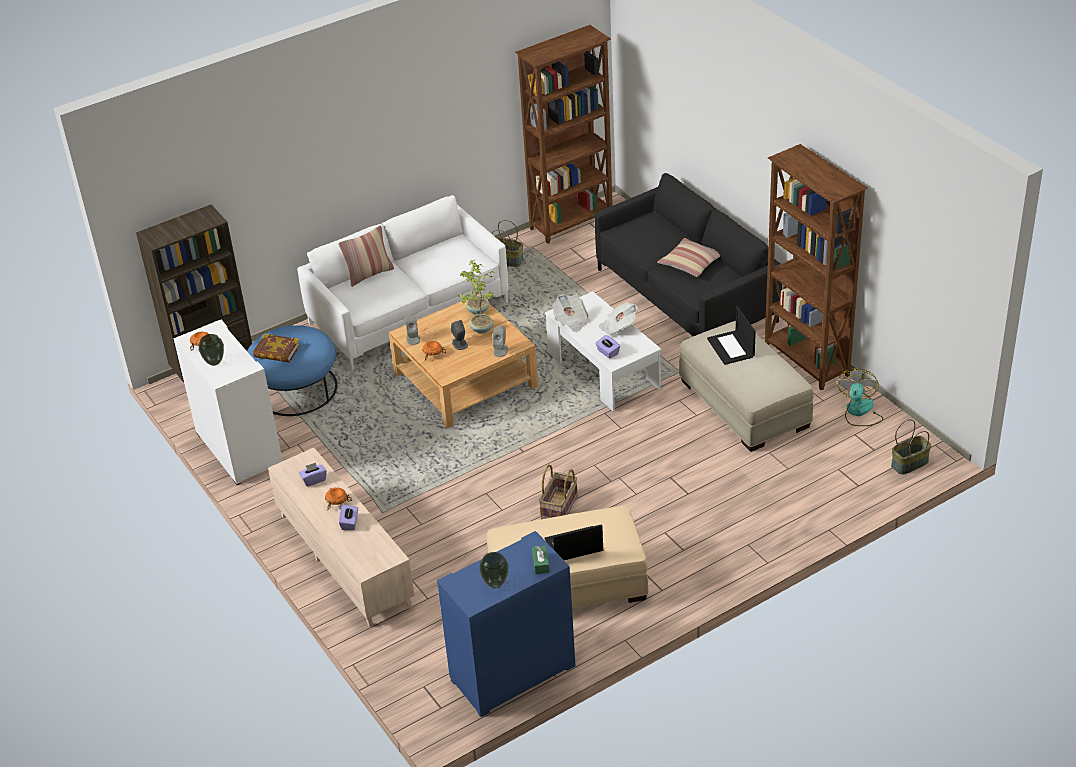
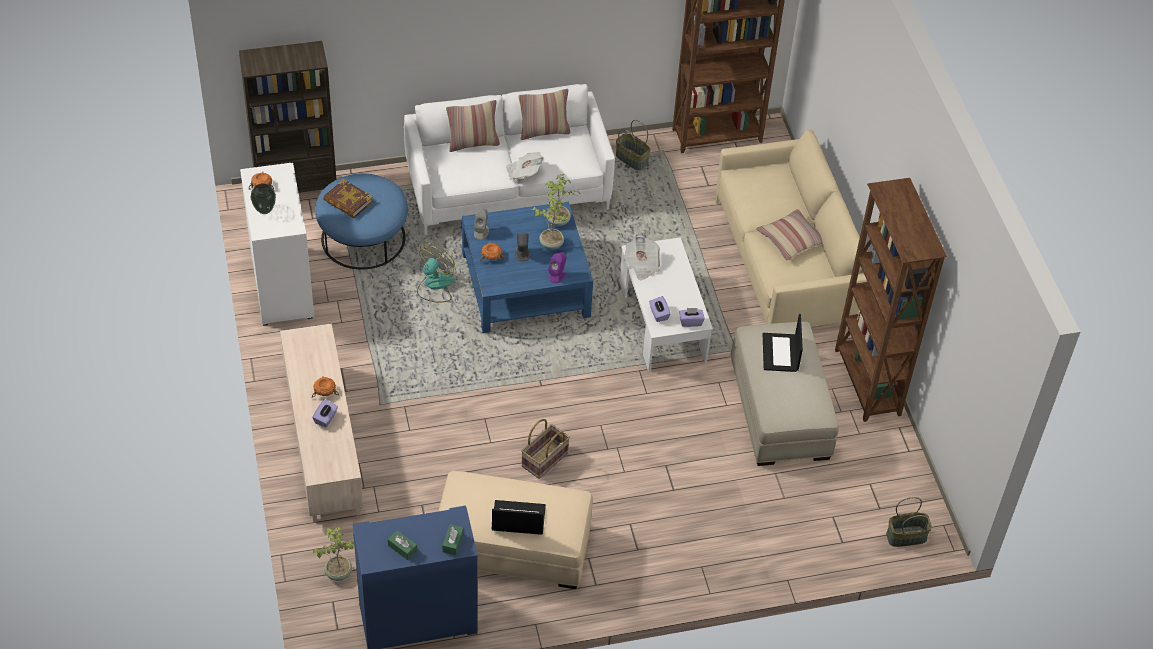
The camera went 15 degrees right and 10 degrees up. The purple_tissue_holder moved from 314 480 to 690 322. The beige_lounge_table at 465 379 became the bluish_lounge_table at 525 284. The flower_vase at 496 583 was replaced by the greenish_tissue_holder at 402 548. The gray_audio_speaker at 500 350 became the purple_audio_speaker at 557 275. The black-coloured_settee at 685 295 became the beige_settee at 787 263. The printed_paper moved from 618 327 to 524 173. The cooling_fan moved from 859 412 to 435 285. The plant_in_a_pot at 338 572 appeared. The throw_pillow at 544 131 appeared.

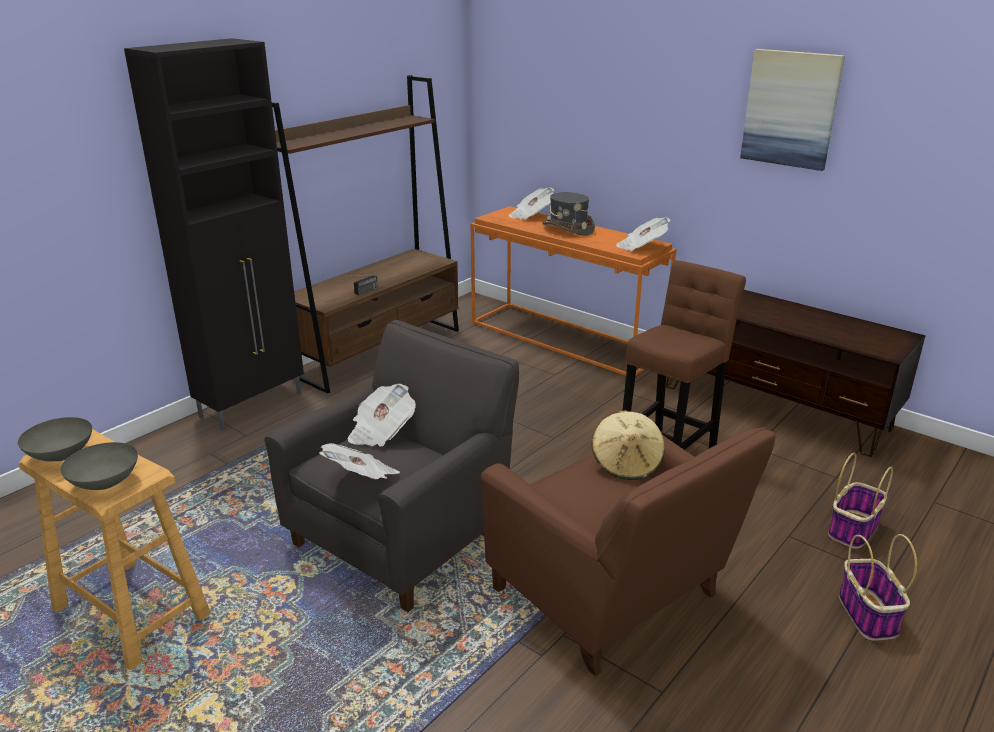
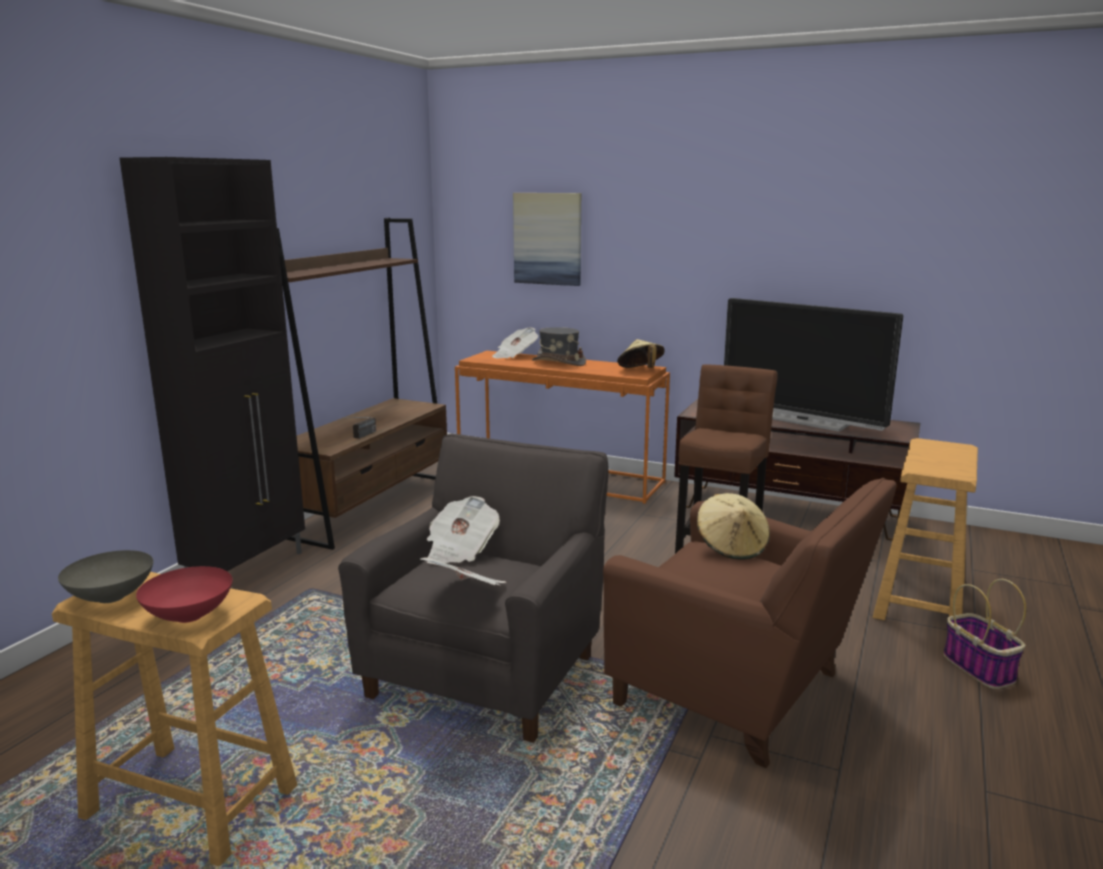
The camera went 15 degrees left and 10 degrees down. The gray_serving_bowl at 104 483 became the red-coloured_serving_bowl at 188 616. The printed_paper at 641 247 was replaced by the beige_clothing_hat at 640 371. The picture moved from 791 109 to 548 238. The household_basket at 853 529 was replaced by the beige_stool_seat at 920 600. The TV at 801 420 appeared.

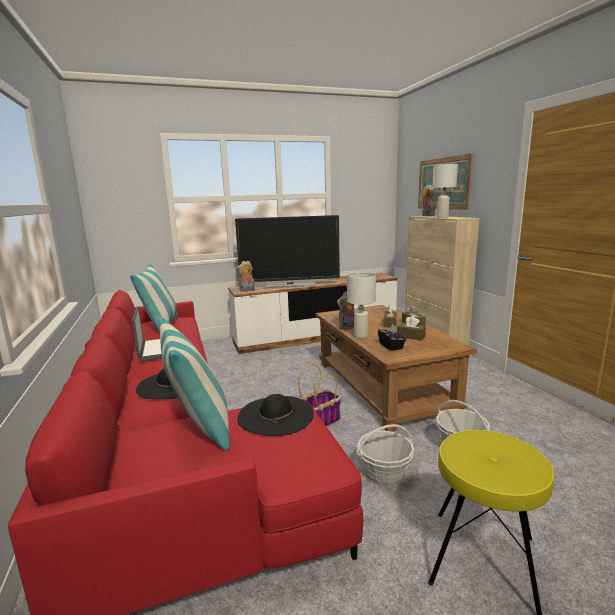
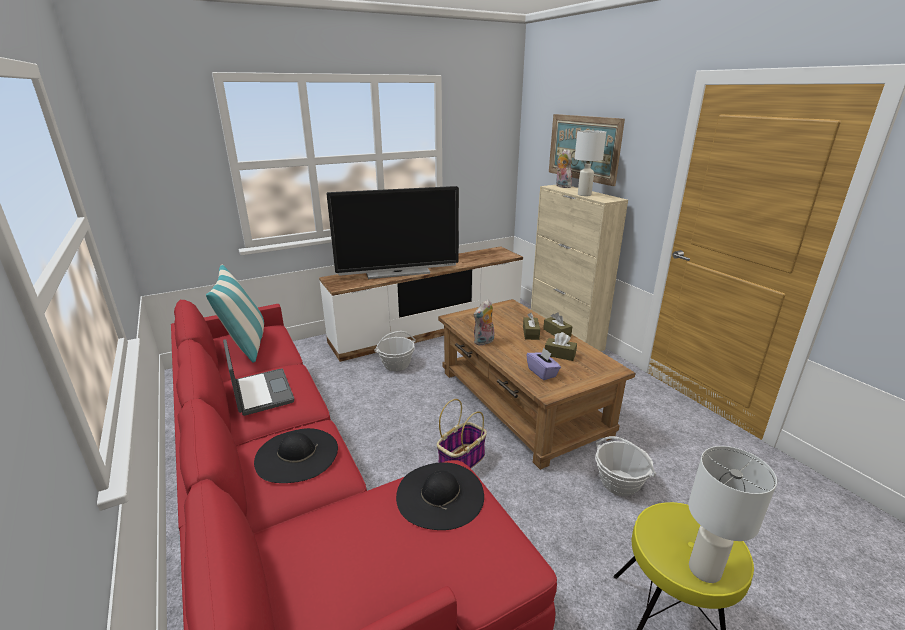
The camera went 10 degrees left and 10 degrees up. The throw_pillow at 199 427 disappeared. The cuddly_toy at 246 290 disappeared. The whitish_table_lamp moved from 360 335 to 703 569. The household_basket moved from 384 473 to 396 364. The black-coloured_tissue_holder at 391 346 became the purple_tissue_holder at 542 372.

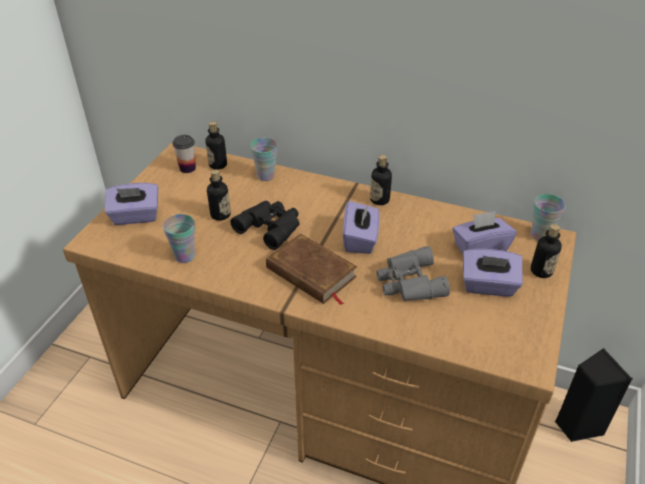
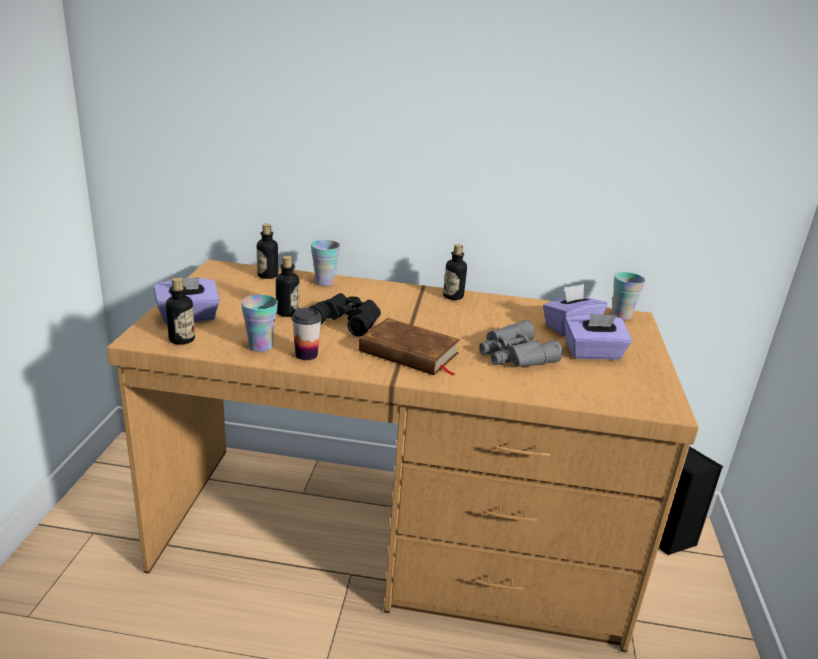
The camera went 15 degrees left and 15 degrees down. The small_cup moved from 187 168 to 306 354. The purple_tissue_holder at 360 239 disappeared. The bottle moved from 541 271 to 182 339.

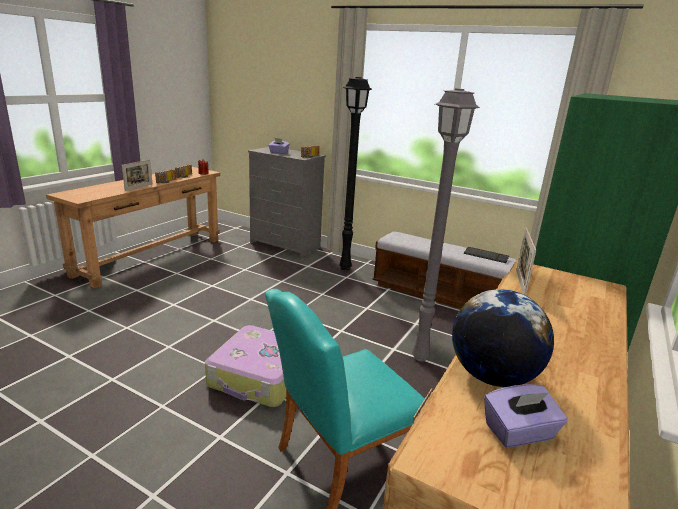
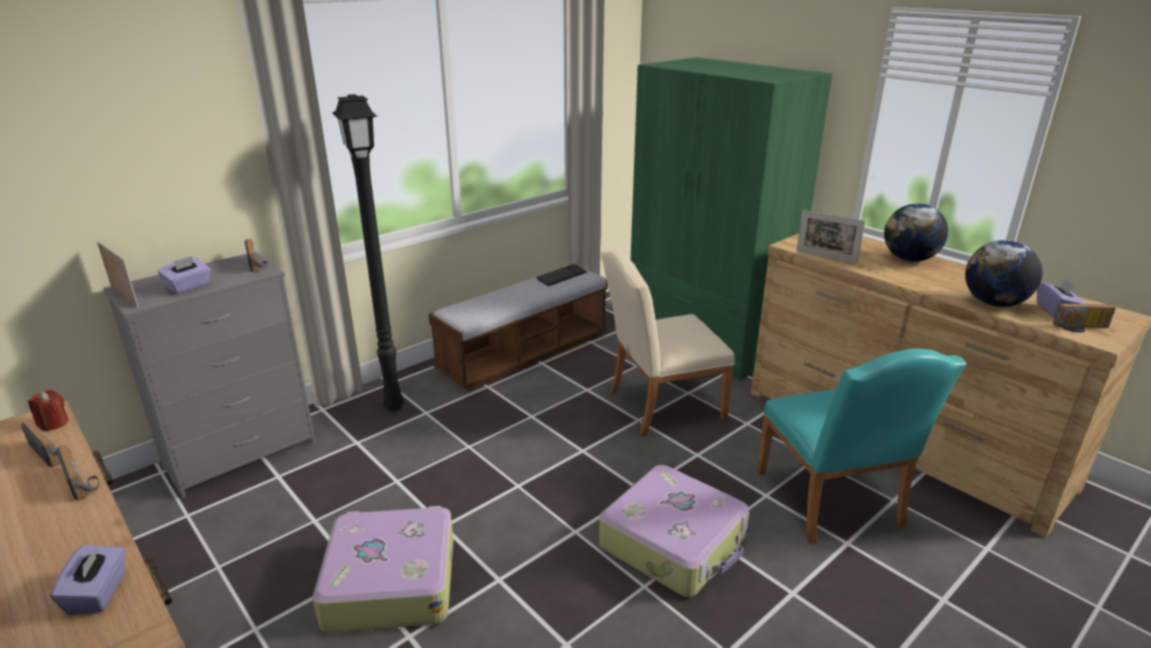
The camera went 70 degrees left and 5 degrees up. The standing_frame moved from 139 187 to 124 297. The gray_floor_lamp at 420 356 was replaced by the beige_plain_chair at 658 406. The purple_tissue_holder at 99 593 appeared. The piece_of_luggage at 390 581 appeared. The desk_globe at 909 259 appeared. The radio_set at 1081 328 appeared.

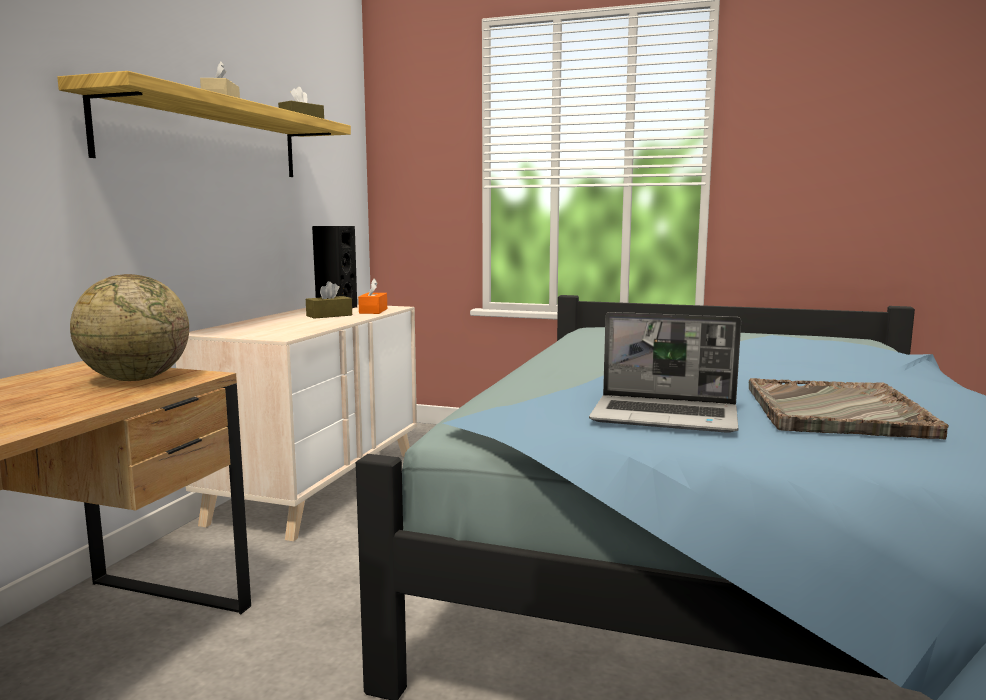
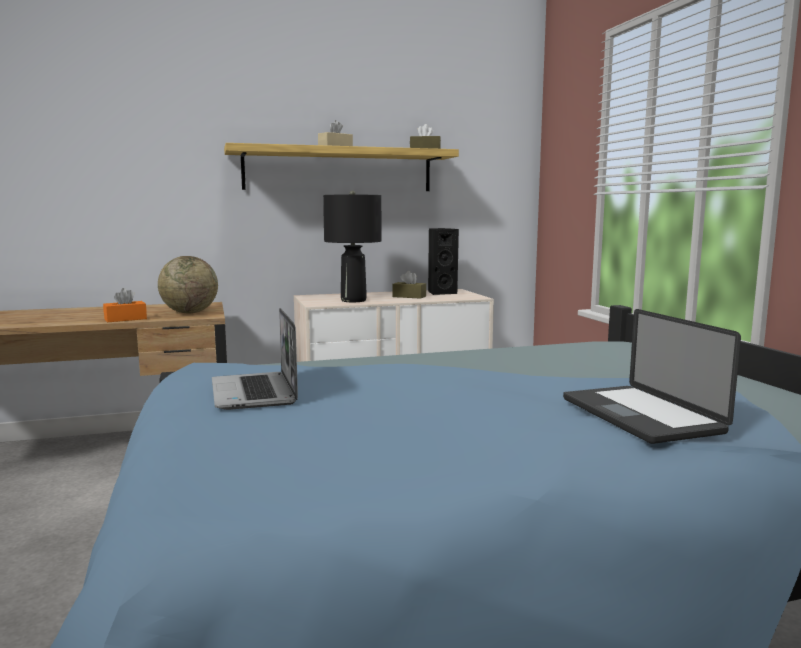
The camera went 55 degrees right and 0 degrees up. The orange-coloured_tissue_holder moved from 373 311 to 125 319. The gray_tray at 834 411 disappeared. The black-coloured_table_lamp at 353 300 appeared. The portable_computer at 639 415 appeared.

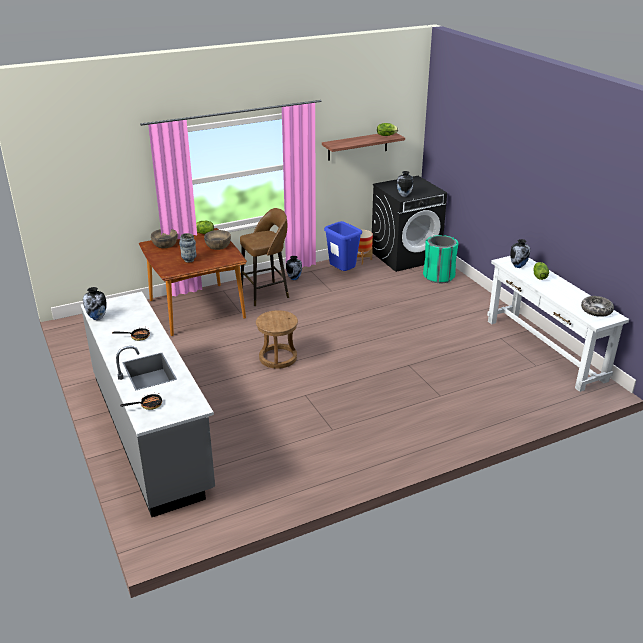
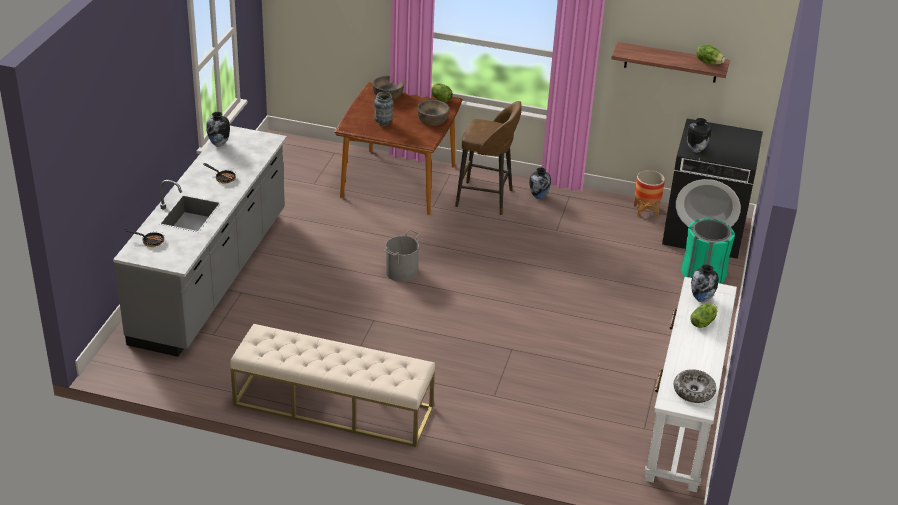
The camera went 40 degrees right and 5 degrees up. The brown_stool_seat at 278 358 was replaced by the gray_water_bucket at 401 271. The bluish_rubbish_bin at 342 273 disappeared. The beige_bench at 333 406 appeared.

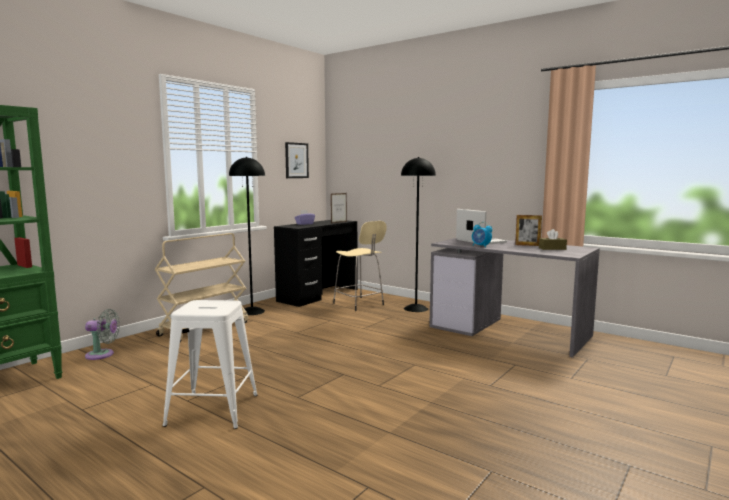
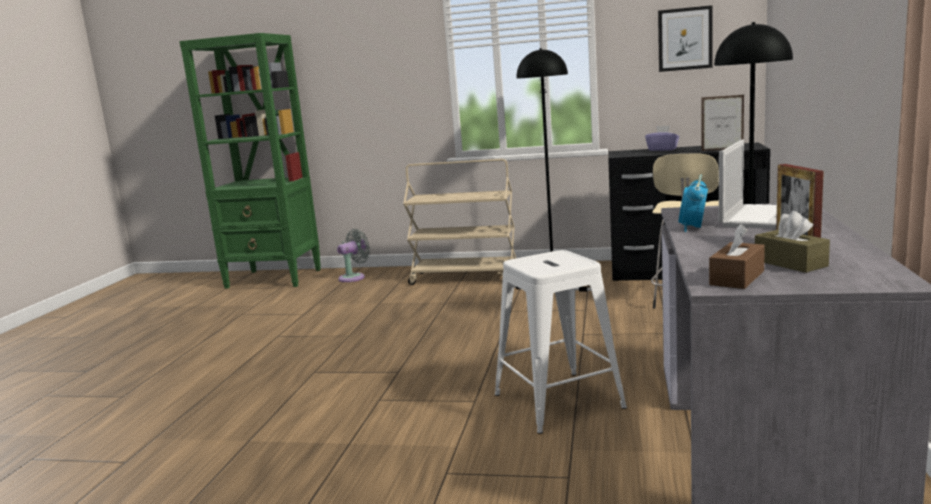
The camera went 65 degrees right and 5 degrees up. The gray_cooling_fan at 102 355 turned 105 degrees counterclockwise. The whitish_stool_seat moved from 213 409 to 559 401. The brown_tissue_holder at 737 278 appeared.

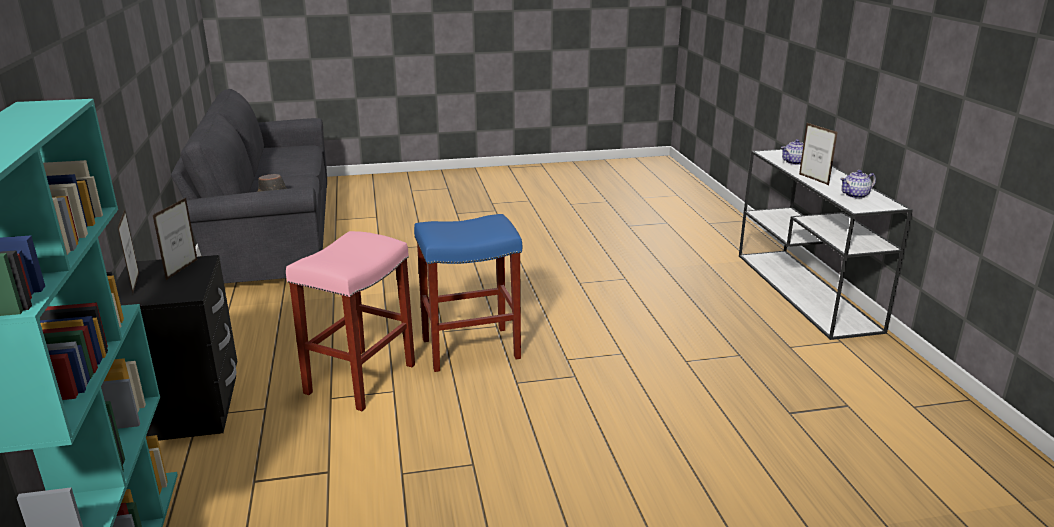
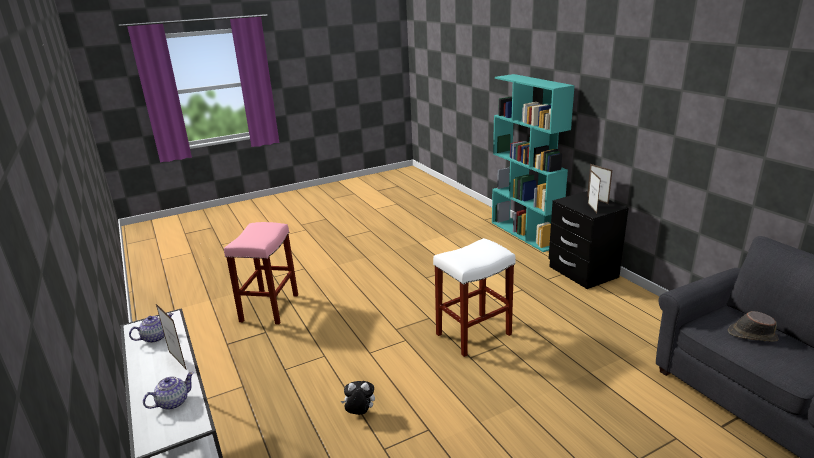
The camera went 165 degrees right and 0 degrees up. The pink_stool_seat moved from 360 380 to 269 307. The bluish_stool_seat at 472 348 became the whitish_stool_seat at 473 335. The cuddly_toy at 359 413 appeared.

